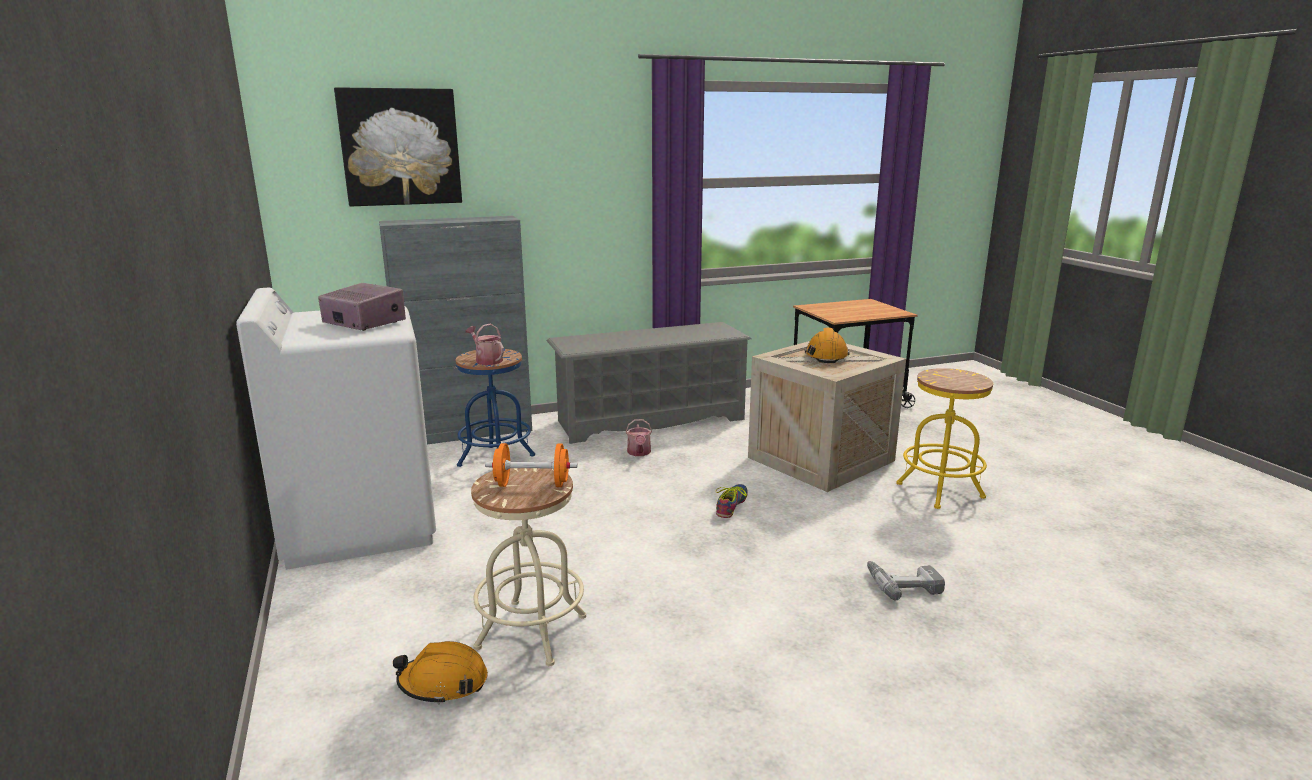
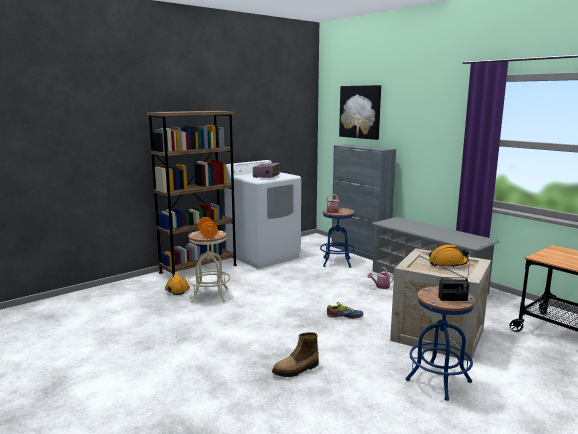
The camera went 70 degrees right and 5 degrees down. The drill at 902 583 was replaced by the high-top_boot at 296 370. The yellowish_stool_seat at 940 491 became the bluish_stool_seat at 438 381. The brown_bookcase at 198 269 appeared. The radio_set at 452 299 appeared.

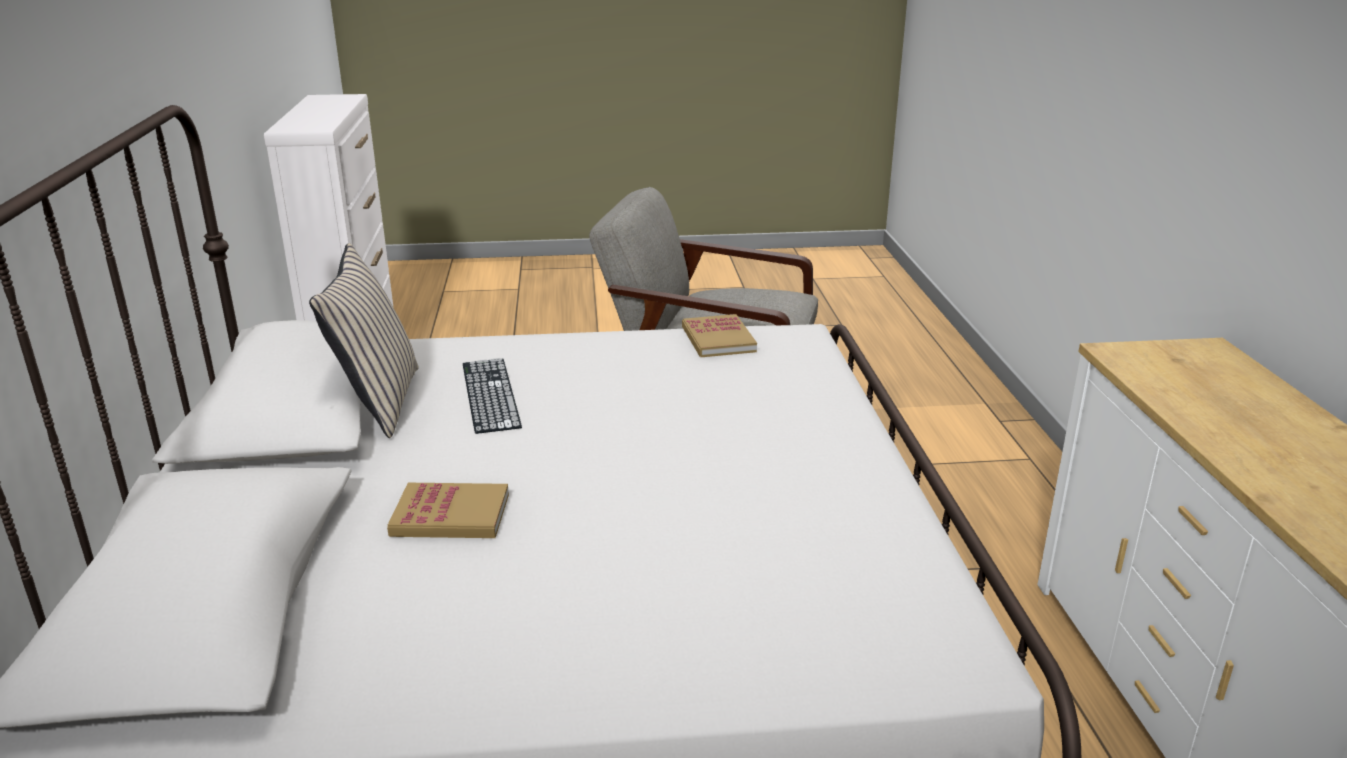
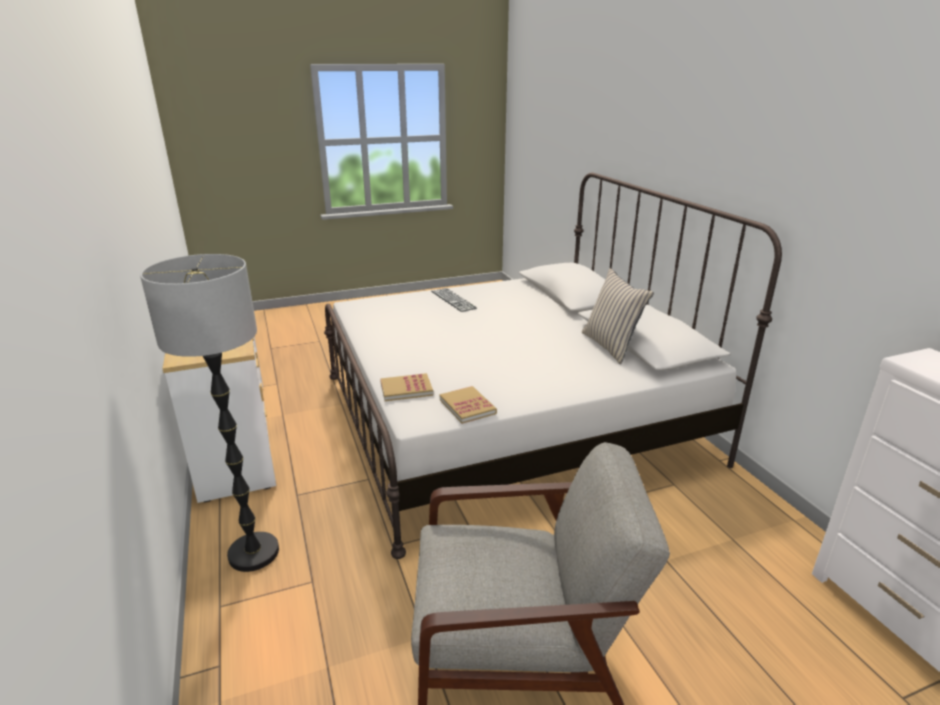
The camera went 165 degrees right and 0 degrees up. The volume moved from 450 515 to 406 389. The computer_keyboard moved from 490 394 to 453 299. The floor_lamp at 253 553 appeared.

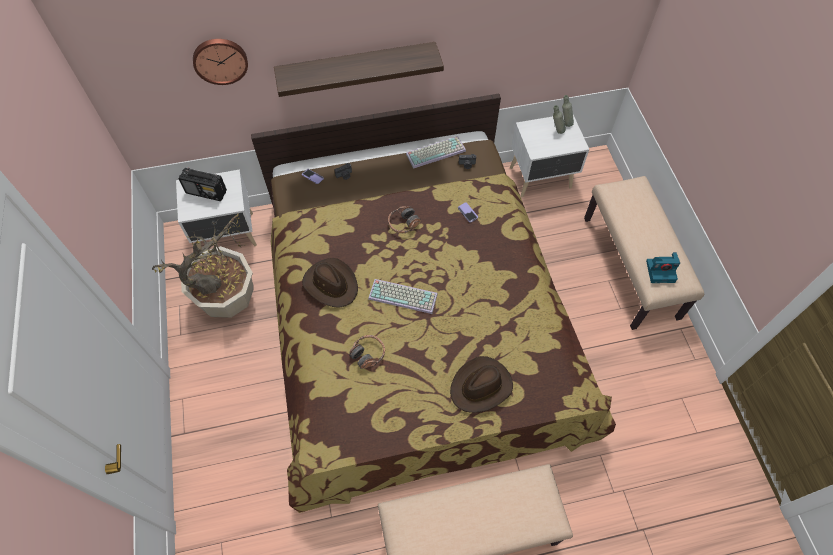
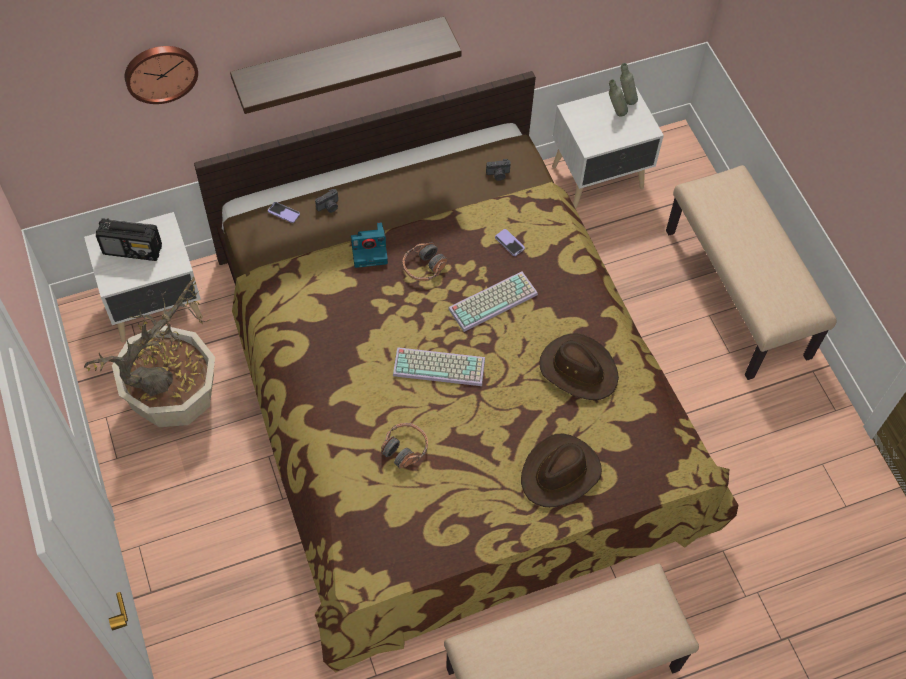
The camera went 10 degrees left and 0 degrees up. The brown_clothing_hat moved from 331 284 to 578 369. The computer_keyboard moved from 436 151 to 493 300. The photo_camera moved from 661 271 to 370 250.

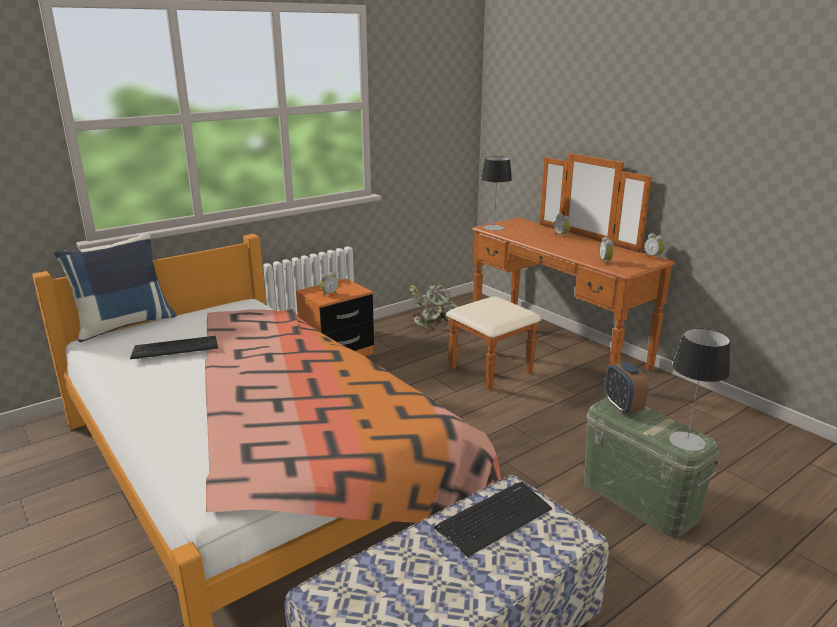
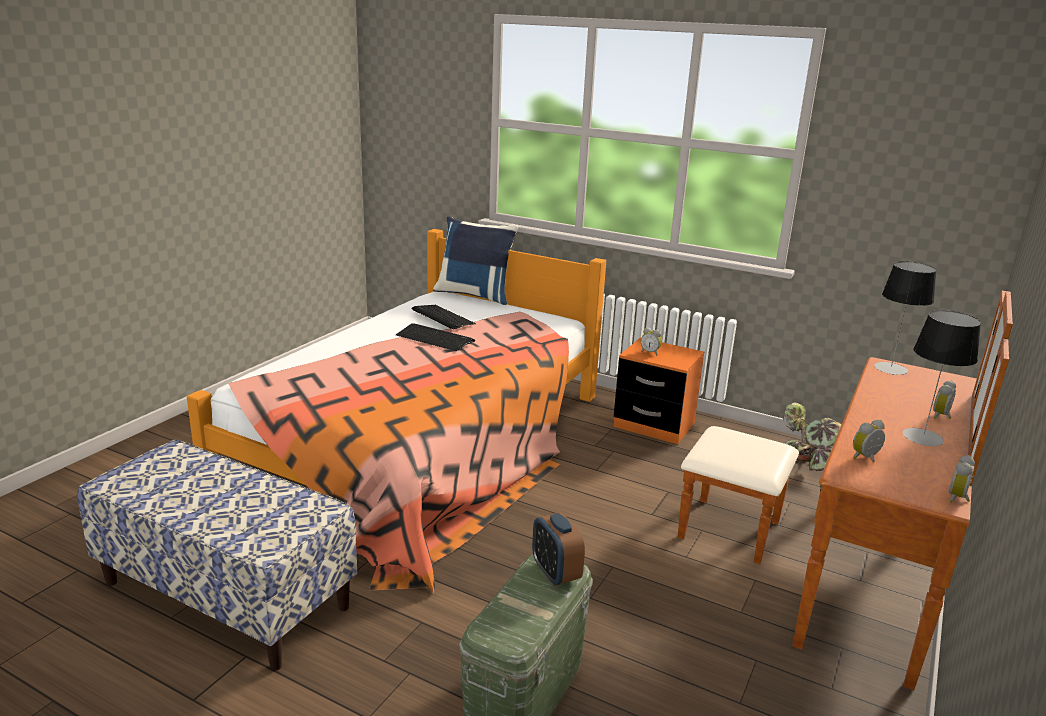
The camera went 65 degrees right and 0 degrees up. The computer_keyboard moved from 494 518 to 435 338. The bedside_clock at 622 407 turned 75 degrees counterclockwise. The table_lamp moved from 687 441 to 923 437.

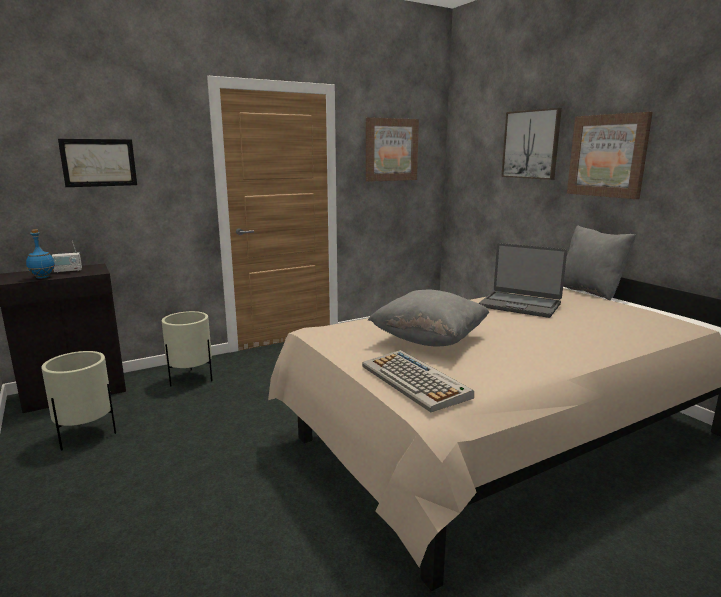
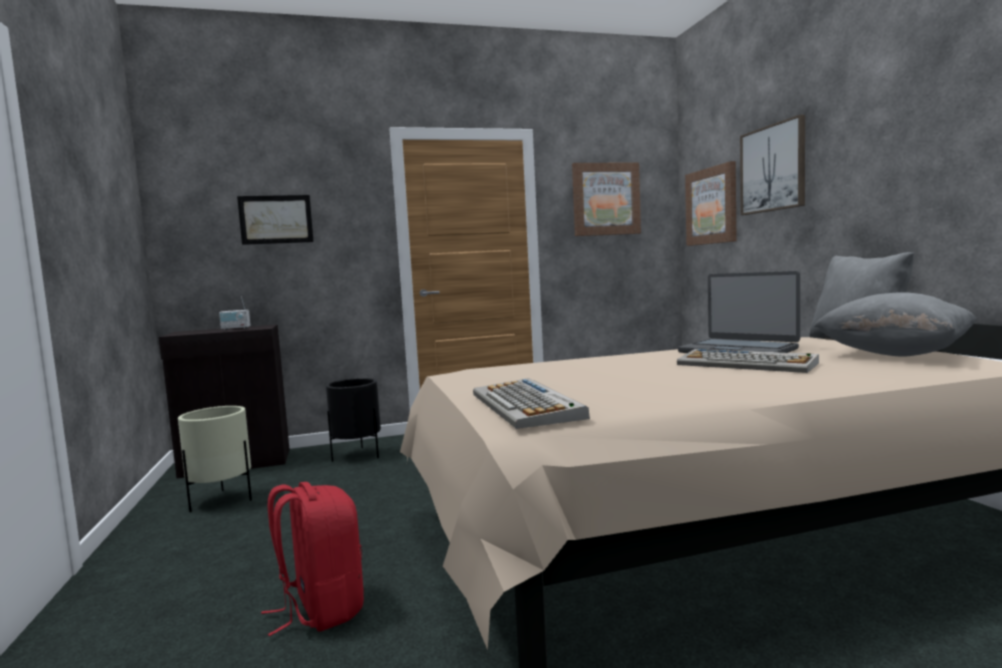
The camera went 15 degrees right and 10 degrees down. The bluish_bottle at 43 277 disappeared. The beige_plant_pot at 191 379 became the black-coloured_plant_pot at 357 455. The gray_throw_pillow moved from 429 340 to 894 354. The picture moved from 608 156 to 711 206. The red-coloured_backpack at 320 609 appeared. The computer_keyboard at 747 364 appeared.

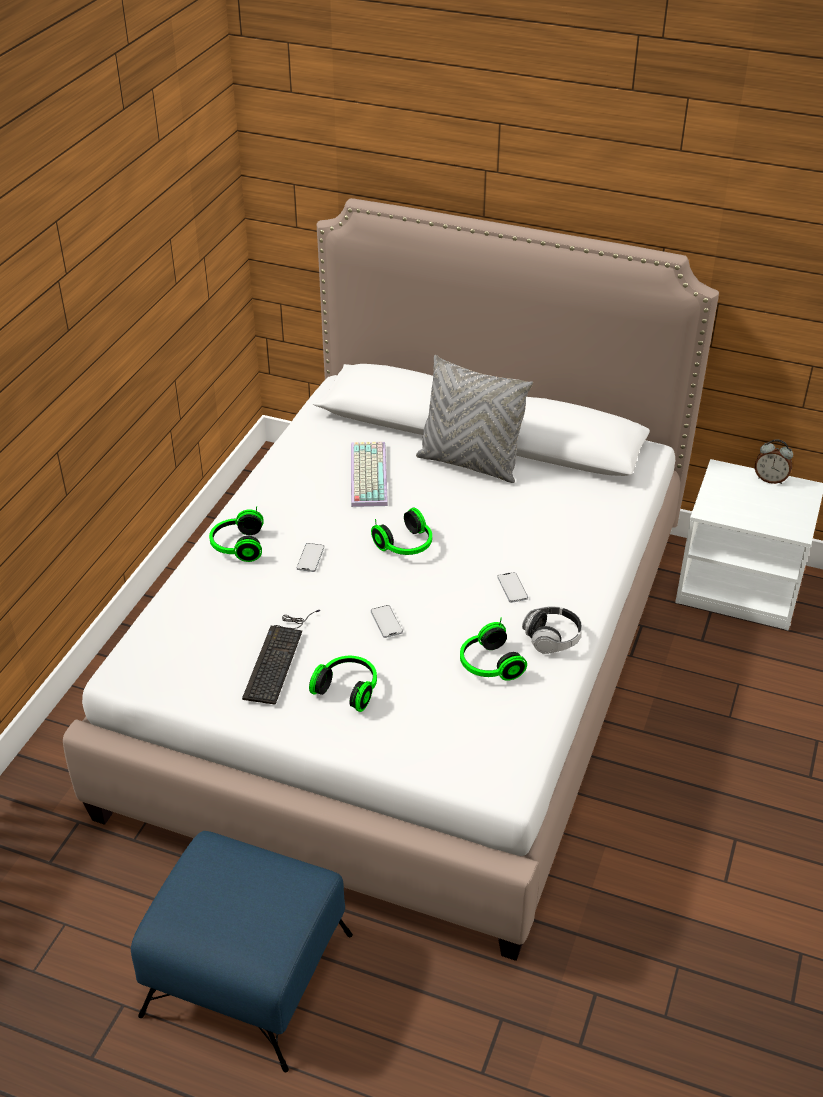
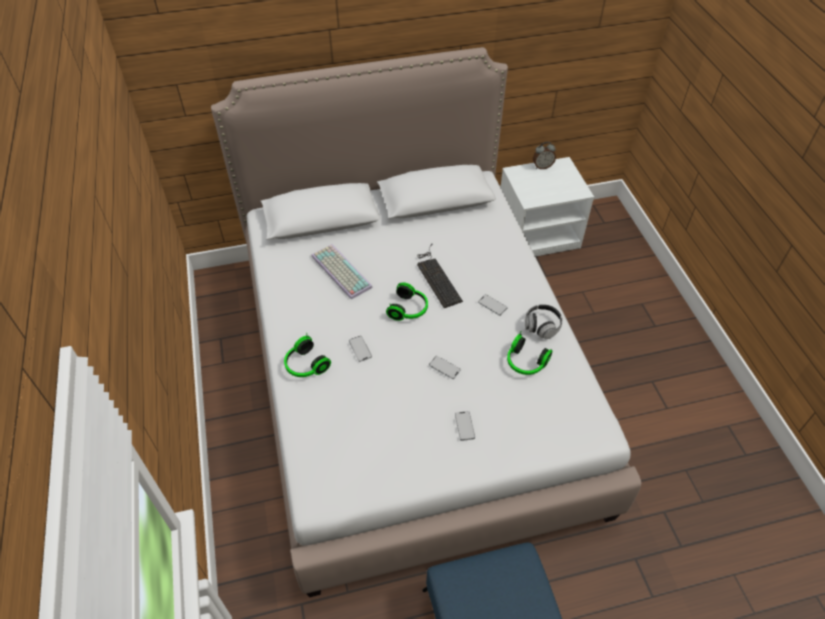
The camera went 35 degrees left and 10 degrees up. The computer_keyboard moved from 278 655 to 437 277. The pair_of_headphones at 348 689 was replaced by the telephone at 464 426. The gray_throw_pillow at 470 463 disappeared.

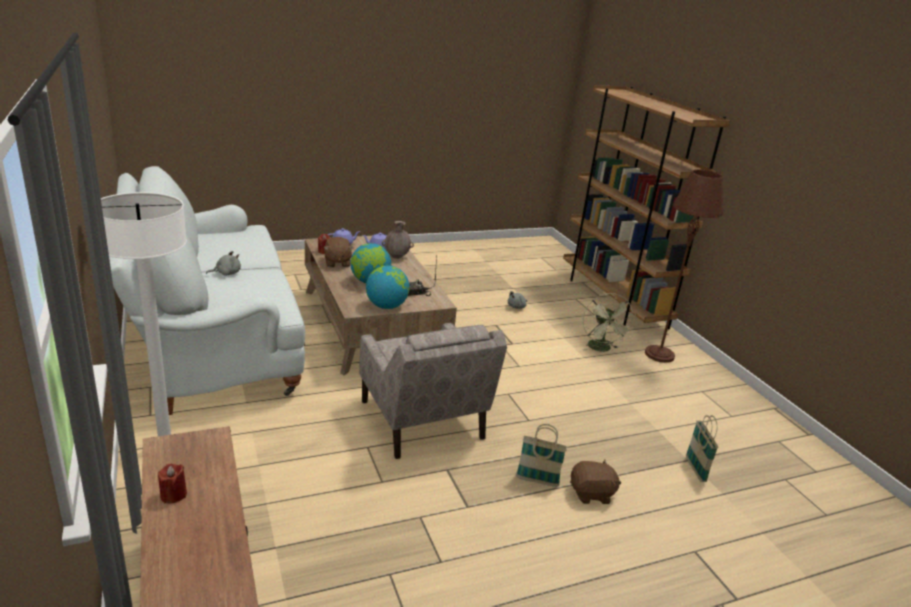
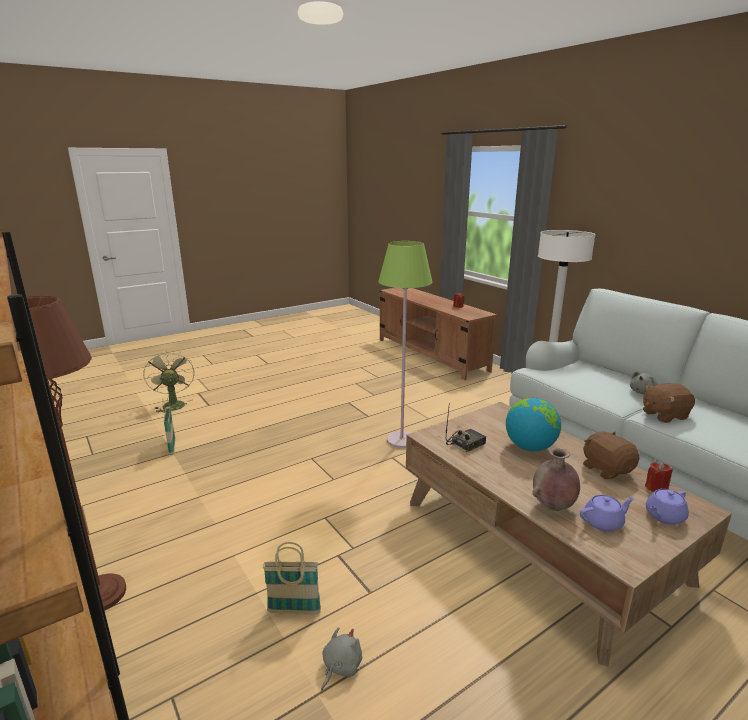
The camera went 170 degrees right and 5 degrees down. The beige_lounge_chair at 421 421 was replaced by the greenish_floor_lamp at 401 440. The desk_globe at 386 306 disappeared. The household_basket moved from 537 481 to 294 611. The brown_cuddly_toy moved from 591 494 to 663 415. The greenish_cooling_fan moved from 601 349 to 172 404.

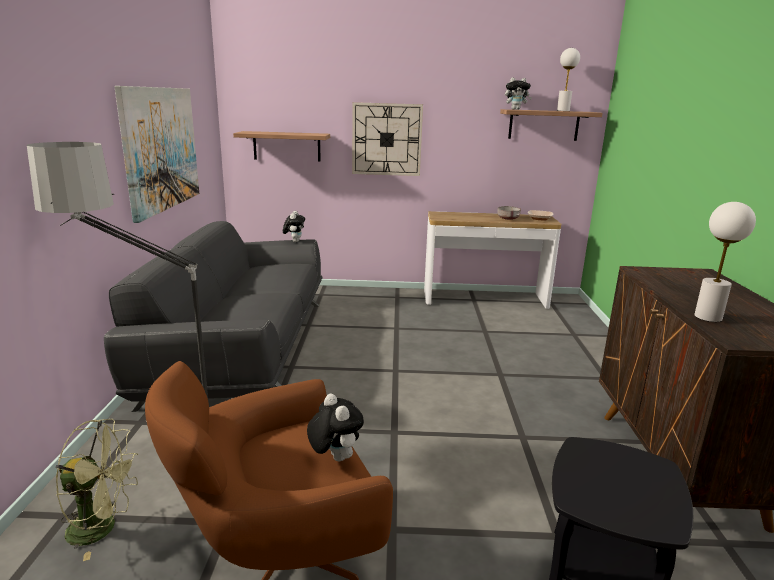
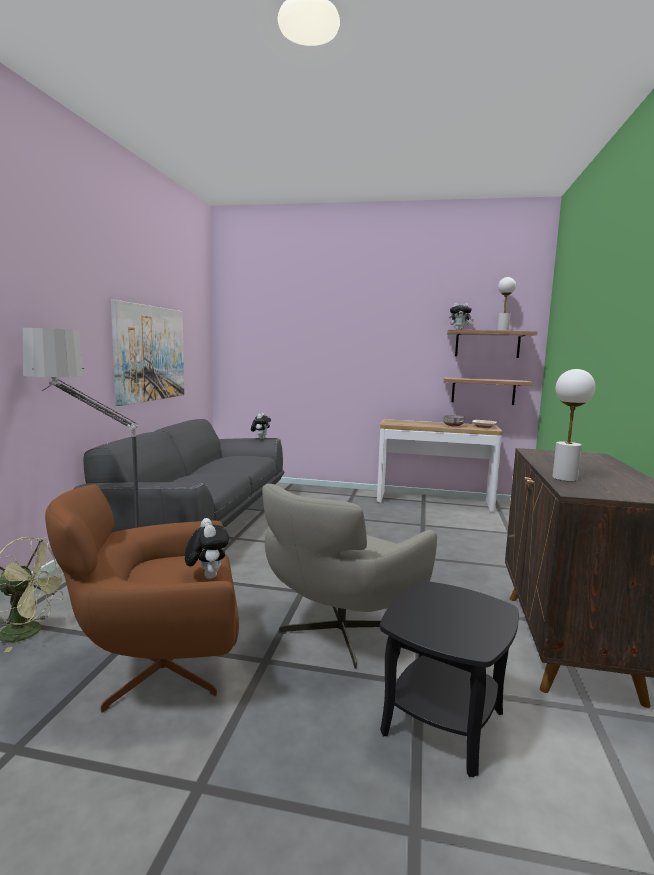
The camera went 10 degrees right and 10 degrees down. The shelf moved from 287 146 to 483 391. The clock_on_the_wall at 386 139 disappeared. The gray_lounge_chair at 338 633 appeared.

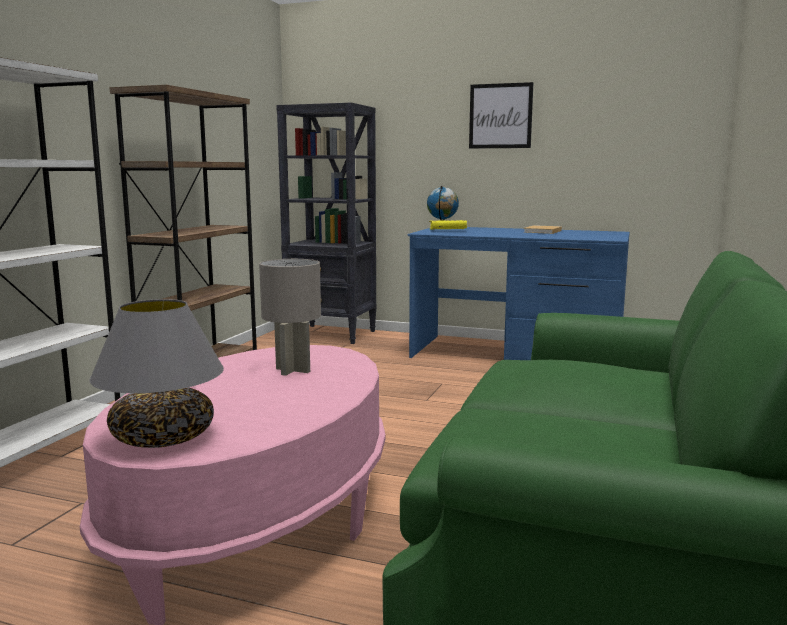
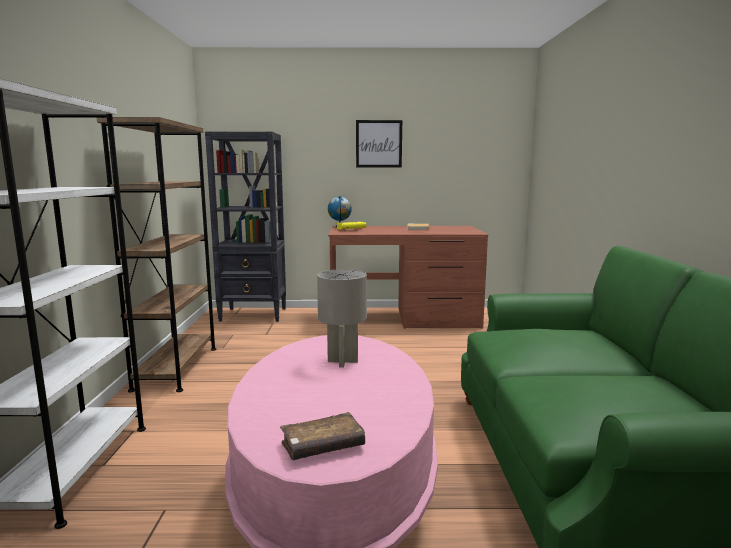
The camera went 20 degrees left and 0 degrees up. The gray_table_lamp at 162 437 was replaced by the brown_volume at 322 447. The bluish_desk_table at 516 355 became the brown_desk_table at 404 318.

